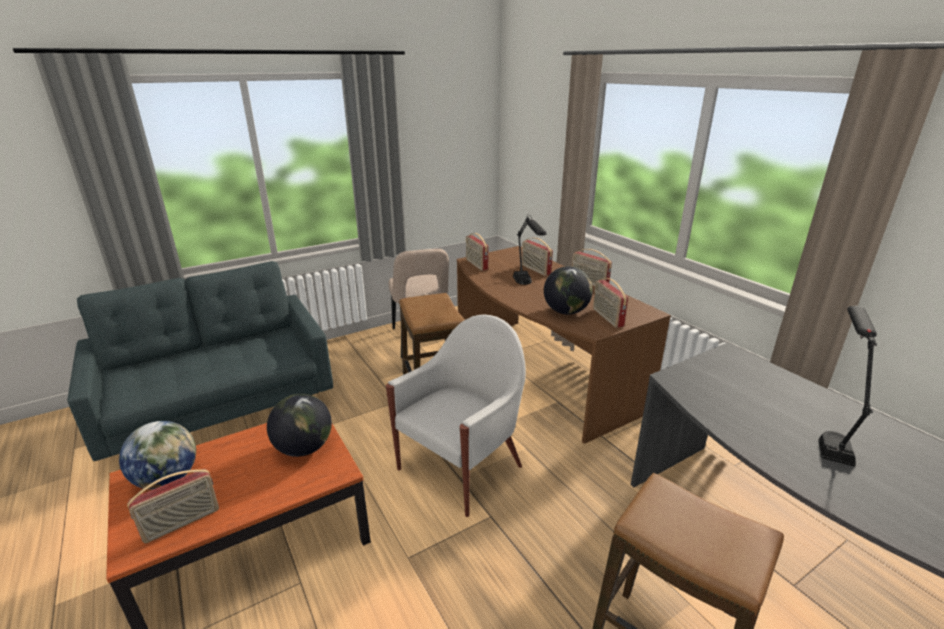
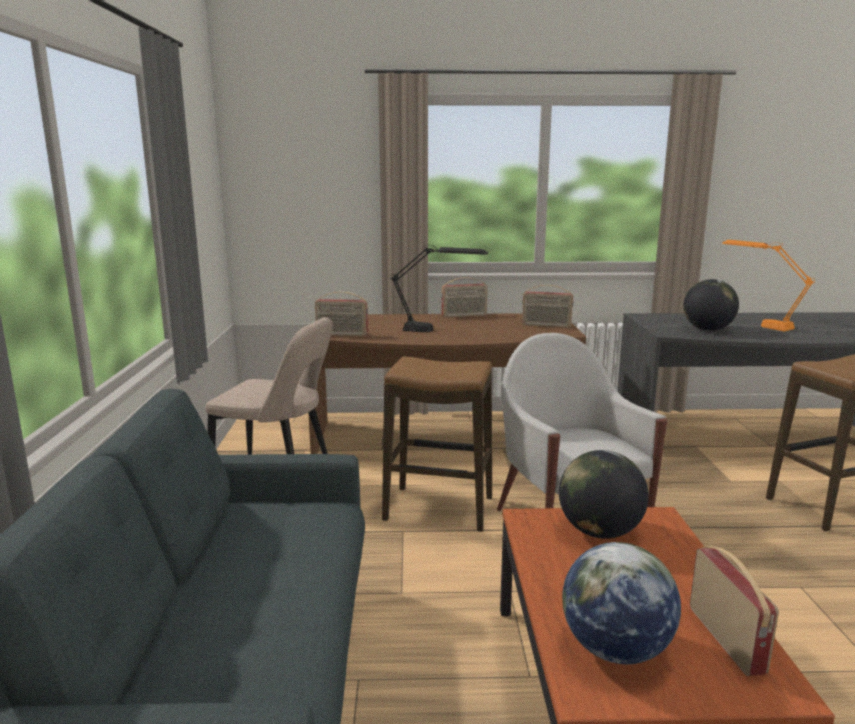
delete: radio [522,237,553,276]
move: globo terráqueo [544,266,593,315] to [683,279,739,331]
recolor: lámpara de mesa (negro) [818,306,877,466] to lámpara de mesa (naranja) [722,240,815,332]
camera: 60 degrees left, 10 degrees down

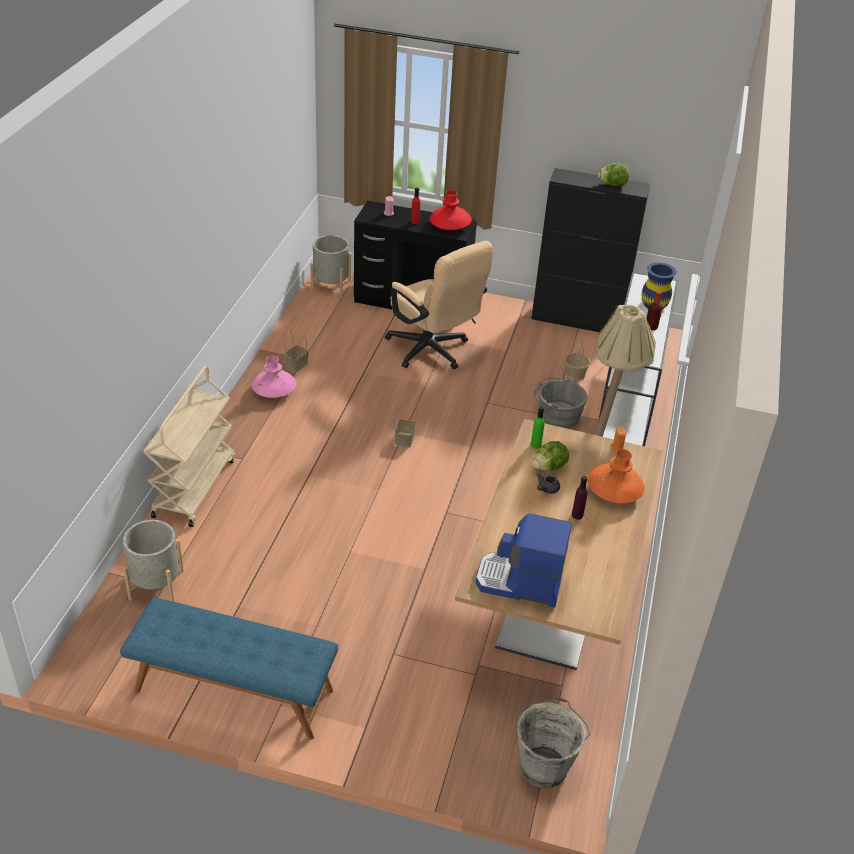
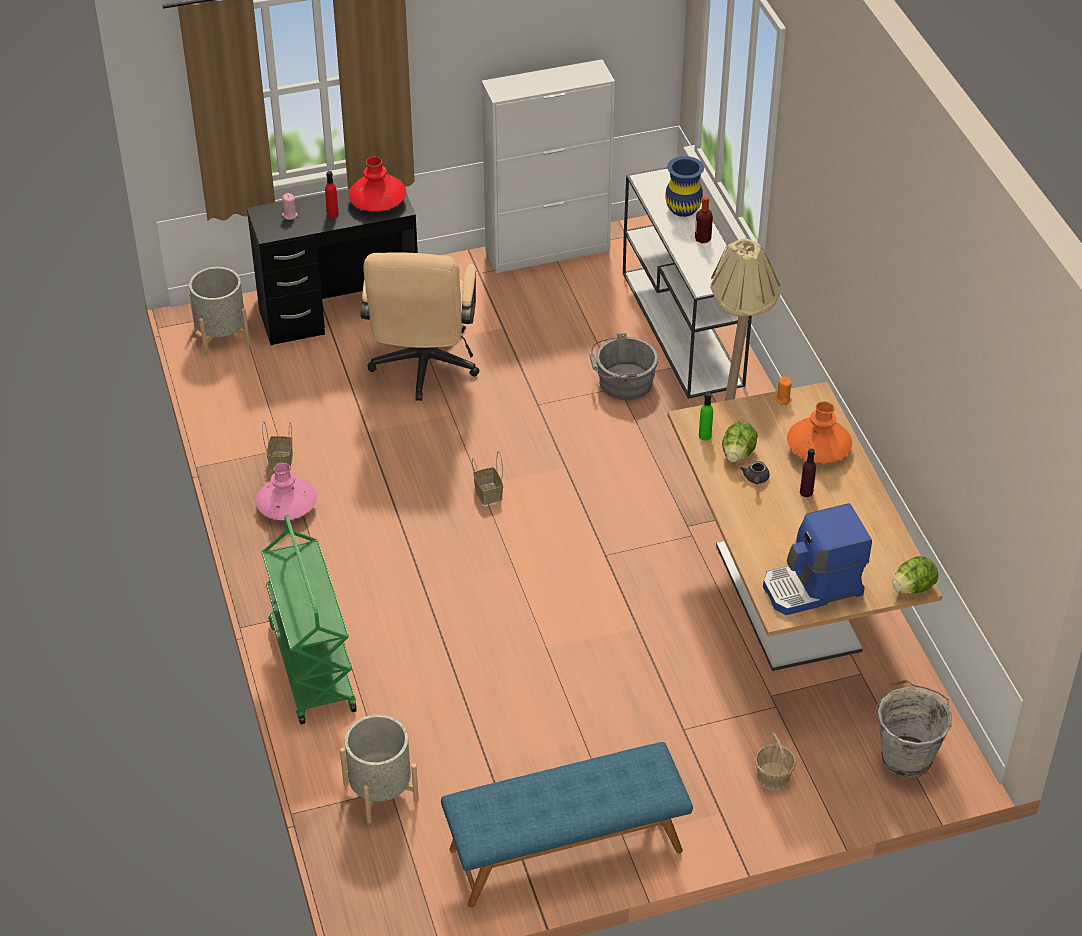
move: cesta [565,341,590,380] to [755,732,796,790]; lechuga [598,163,629,186] to [892,556,938,594]
recolor: carrito (beis) [143,366,235,527] to carrito (verde) [262,515,357,724]; armario (negro) [531,168,650,333] to armario (blanco) [482,59,615,273]
rotate: silla de oficina (beis) [385,241,493,369] = [360,252,479,401] 75 degrees clockwise
camera: 30 degrees left, 5 degrees up

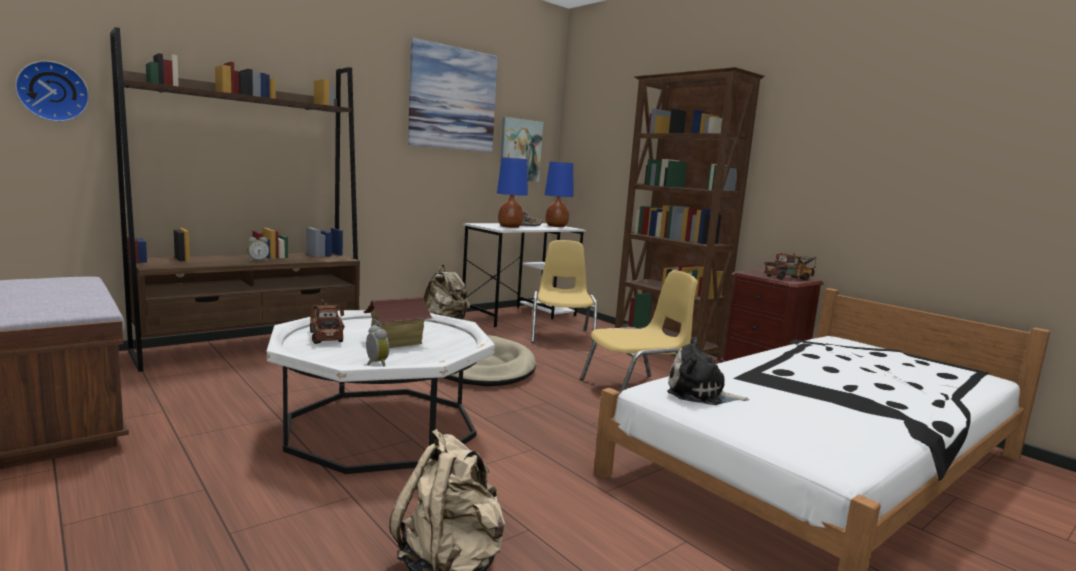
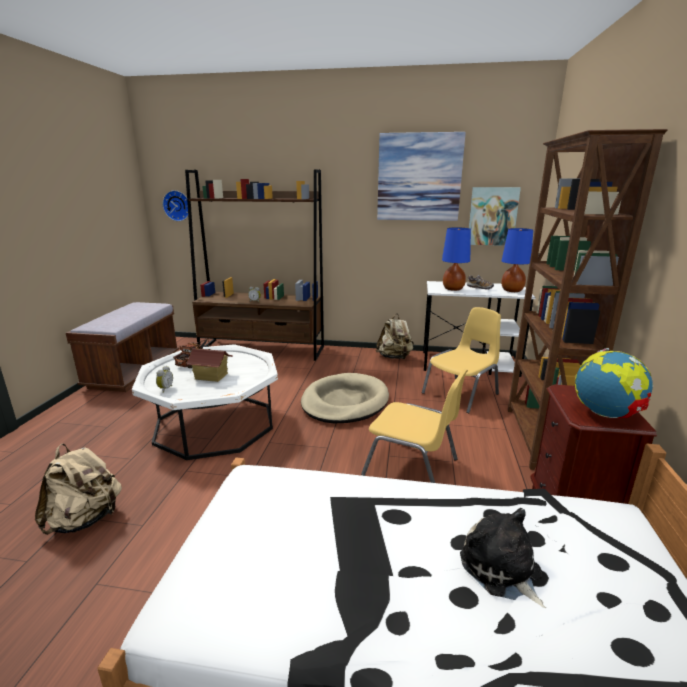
move: peluche [667,337,749,405] to [460,508,546,608]
replace: camión de juguete [764,253,816,281] to globo terráqueo [575,348,653,418]
camera: 50 degrees right, 10 degrees up

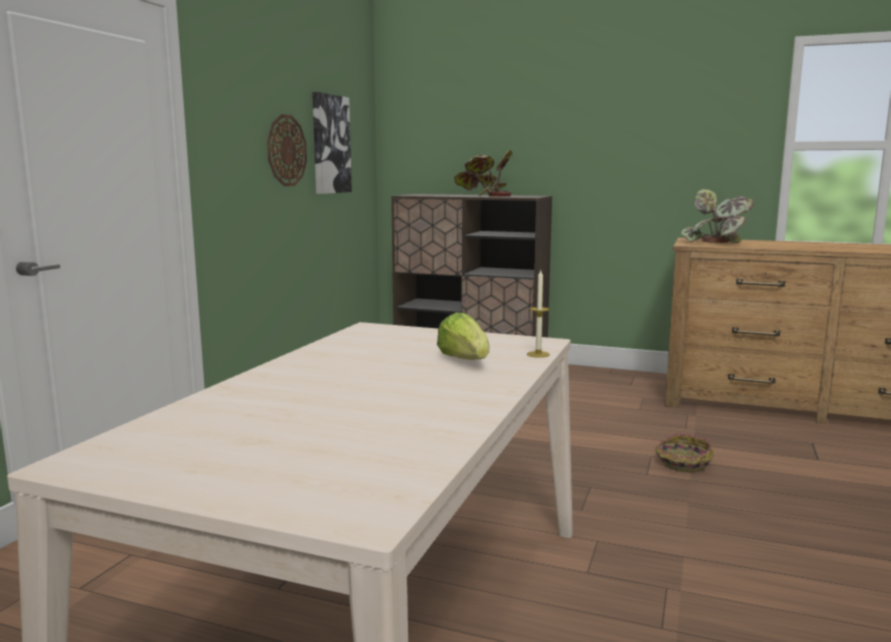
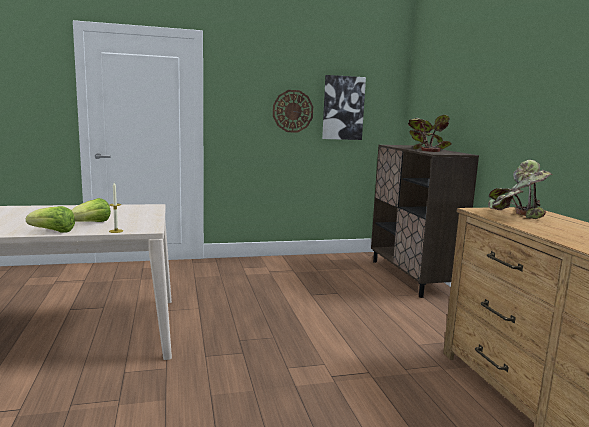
delete: cesta [655,433,714,473]
insert: lechuga [26,206,75,233]
camera: 55 degrees right, 0 degrees up

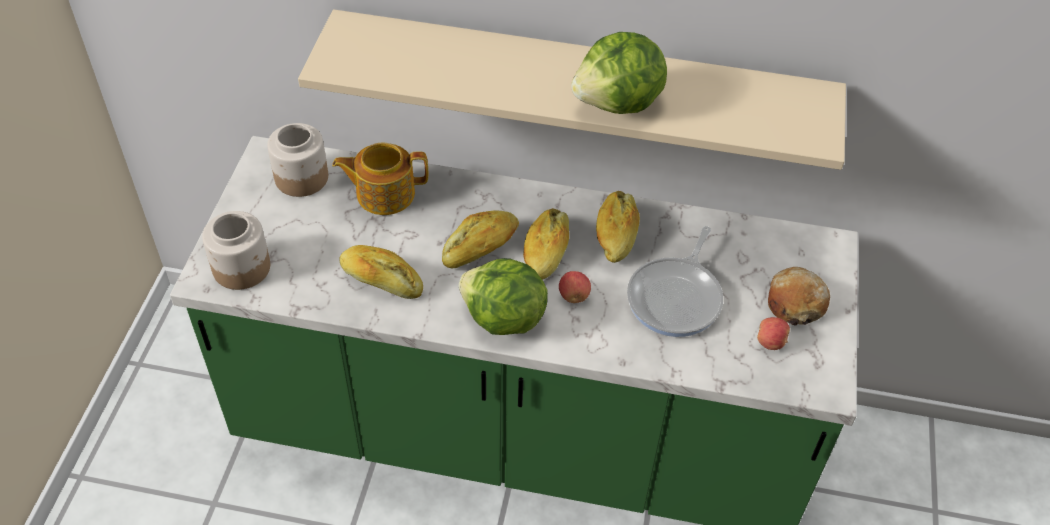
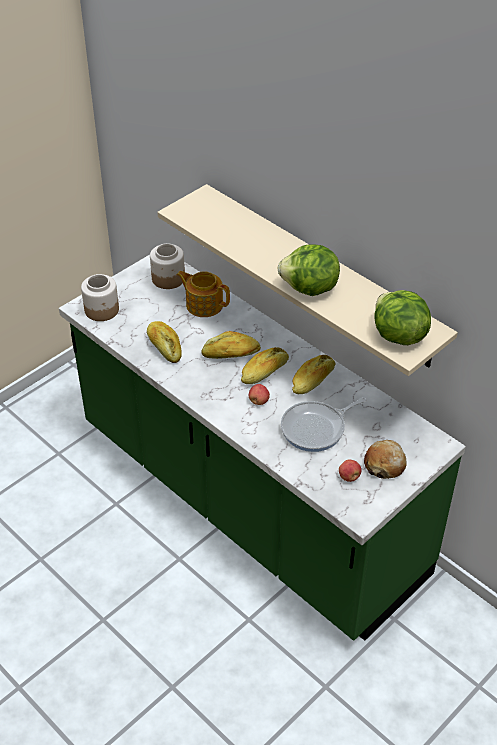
move: lechuga [459,258,548,335] to [374,290,431,345]
camera: 35 degrees right, 5 degrees down

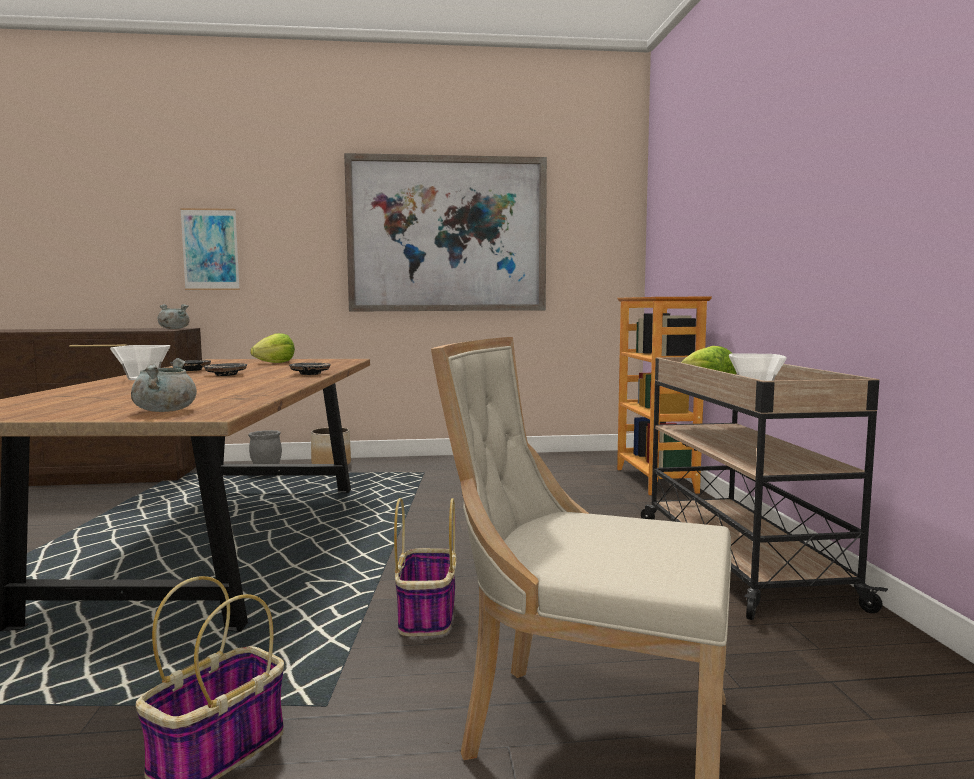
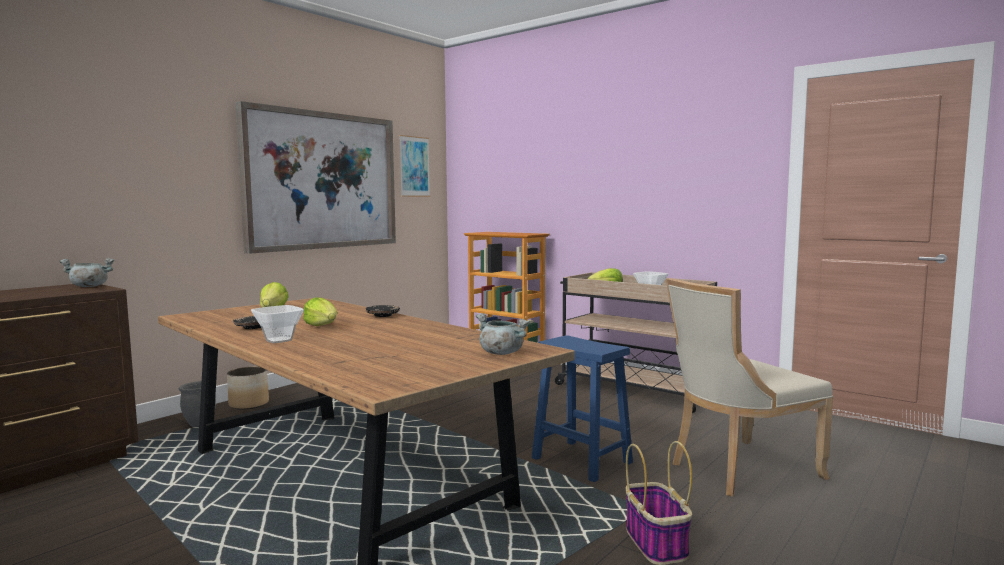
move: cuadro [180,208,240,290] to [399,135,430,197]
replace: plato (negro) [204,363,247,376] to lechuga [303,297,337,326]; cesta [394,498,457,636] to taburete (azul) [532,335,633,482]
camera: 45 degrees left, 0 degrees up

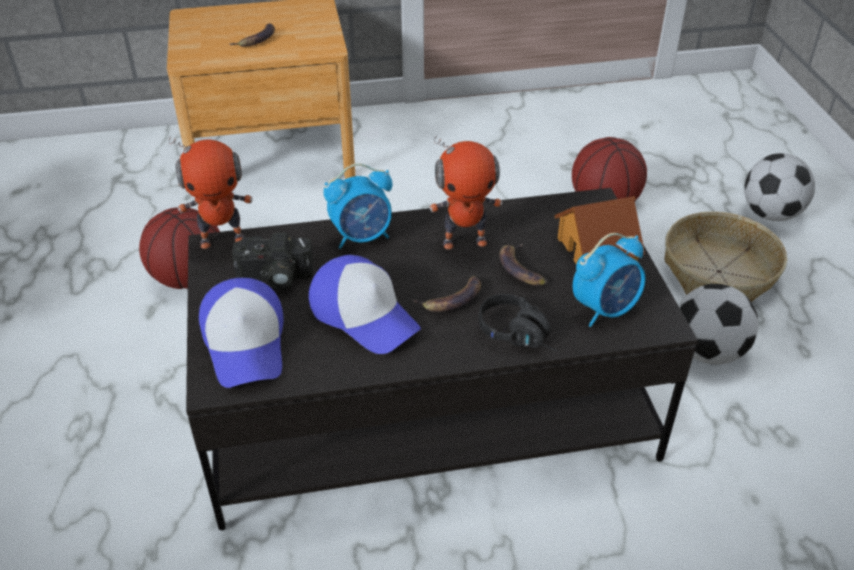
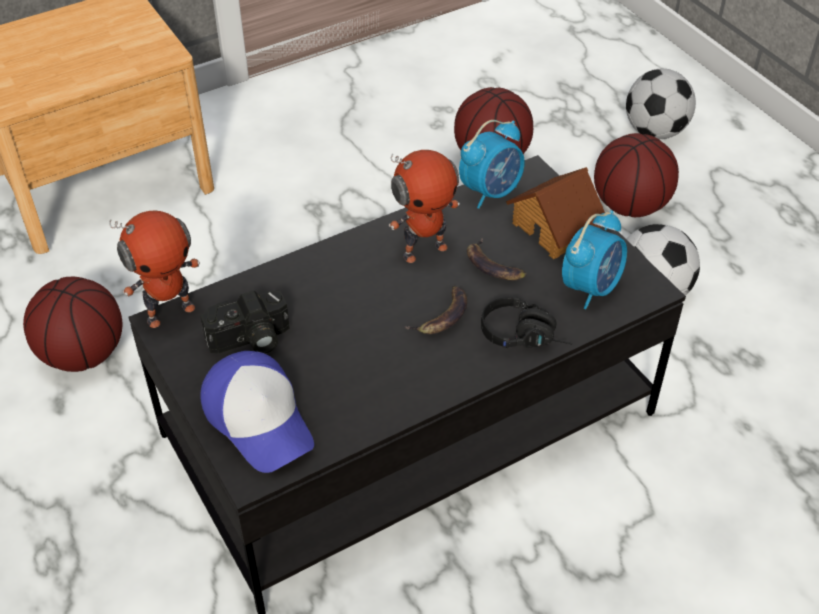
delete: plátano [230,23,275,47]; gorra [309,255,421,354]
move: despertador [324,163,392,249] to [459,120,525,209]
replace: cesta [664,212,787,302] to balón de baloncesto [594,133,679,217]
camera: 20 degrees left, 5 degrees up

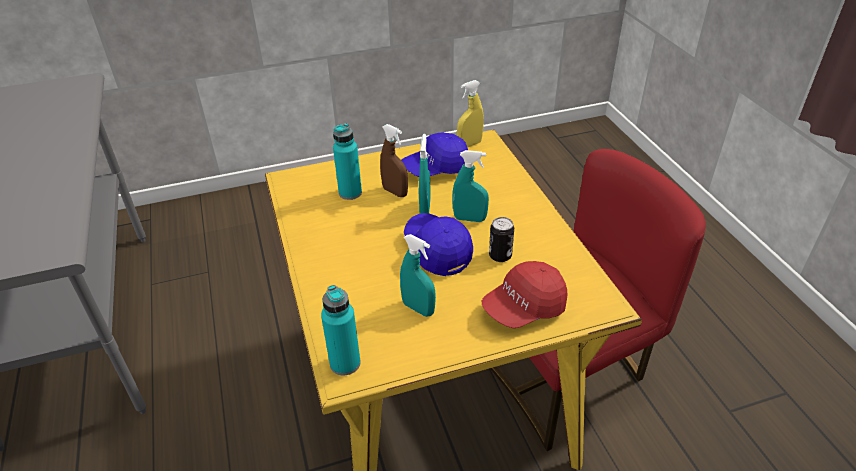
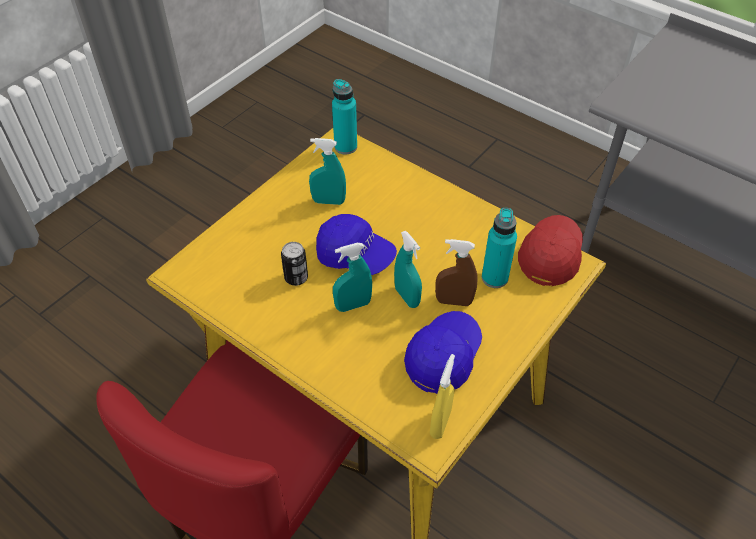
move: gorra (rojo) [482,261,567,328] to [518,215,583,286]
camera: 145 degrees right, 10 degrees up

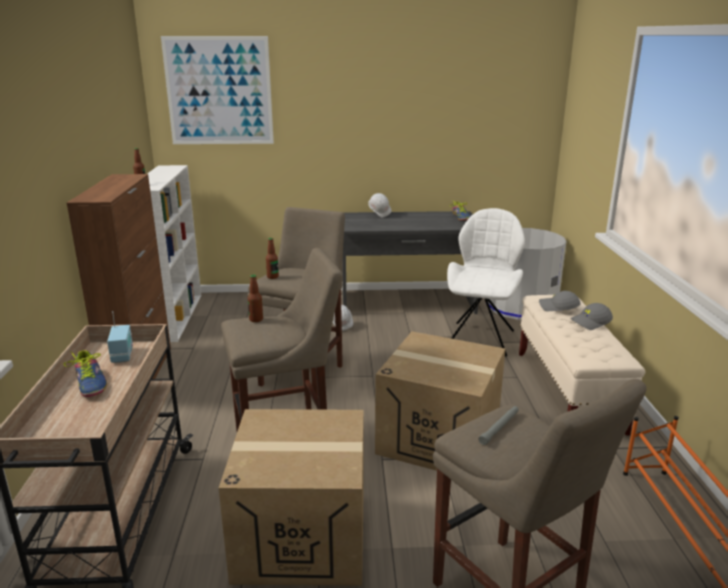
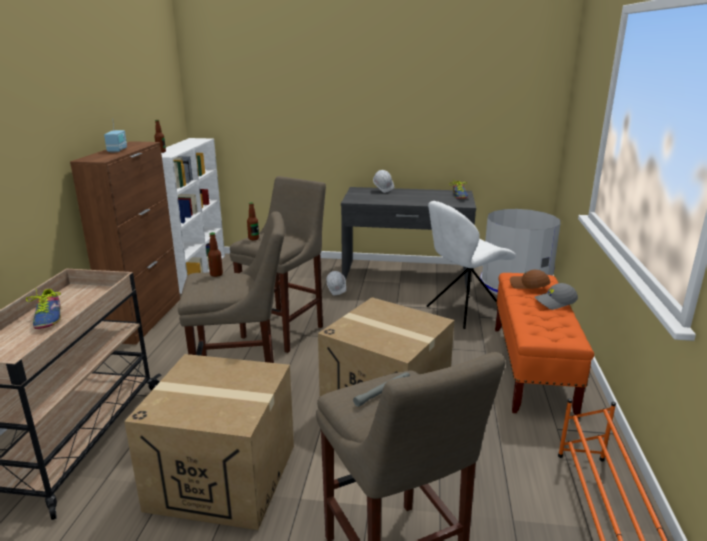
delete: cuadro [161,36,274,144]
move: radio [107,311,133,363] to [104,119,127,152]
recolor: banco (beis) [519,295,645,436] to banco (naranja) [495,273,594,418]; gorra (gris) [539,291,581,311] to gorra (marrón) [510,270,551,289]
rotate: silla (blanco) [447,208,525,357] = [427,201,516,329] 150 degrees counterclockwise
camera: 10 degrees right, 0 degrees up

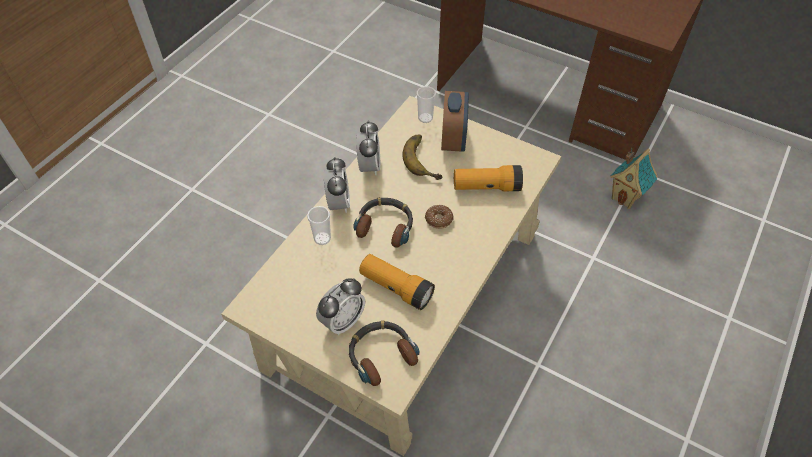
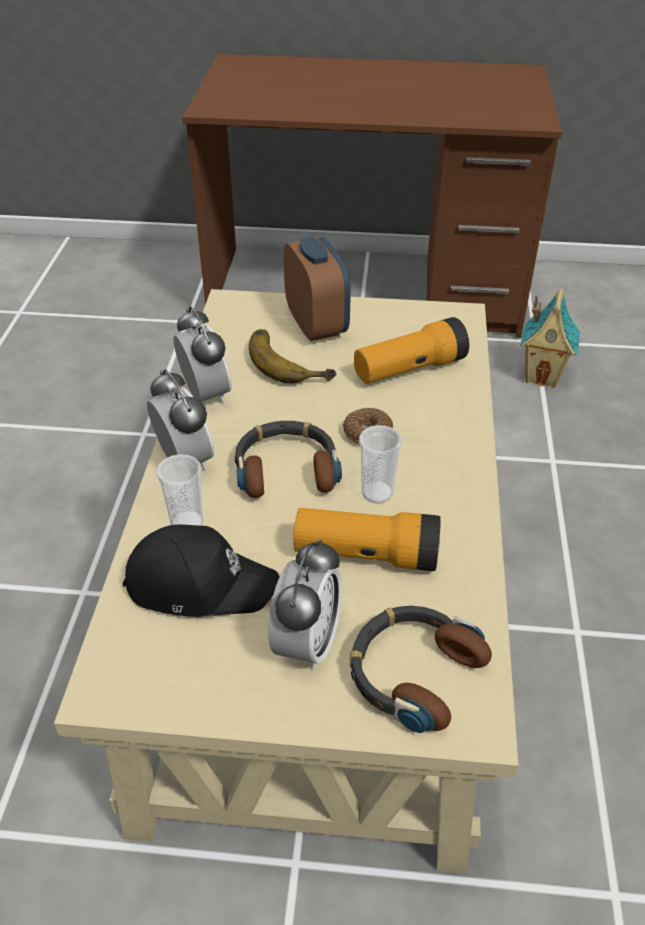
insert: gorra (negro) [123,525,280,617]
move: taza [417,86,436,123] to [359,425,402,503]
camera: 25 degrees left, 10 degrees down

